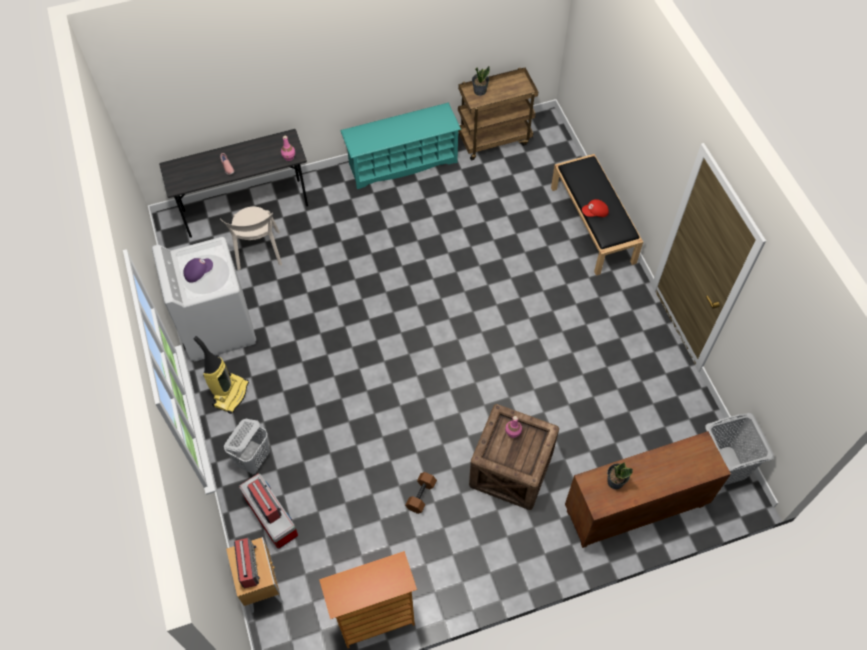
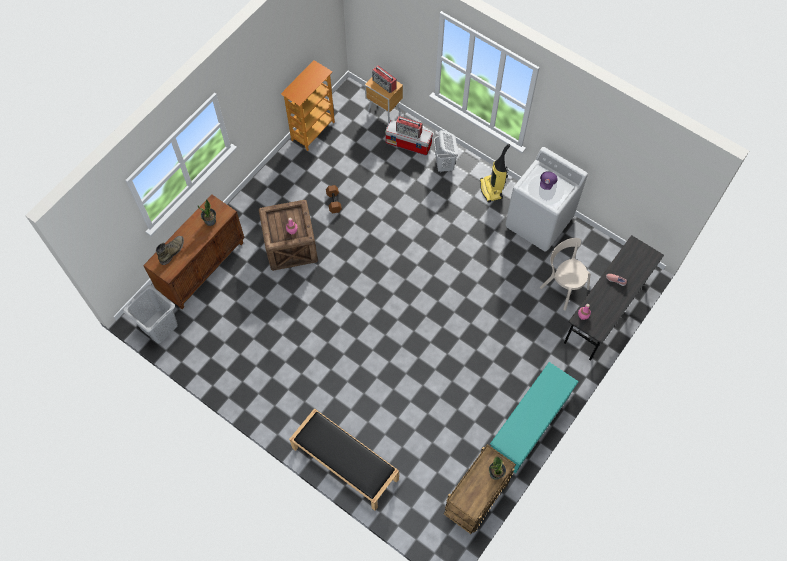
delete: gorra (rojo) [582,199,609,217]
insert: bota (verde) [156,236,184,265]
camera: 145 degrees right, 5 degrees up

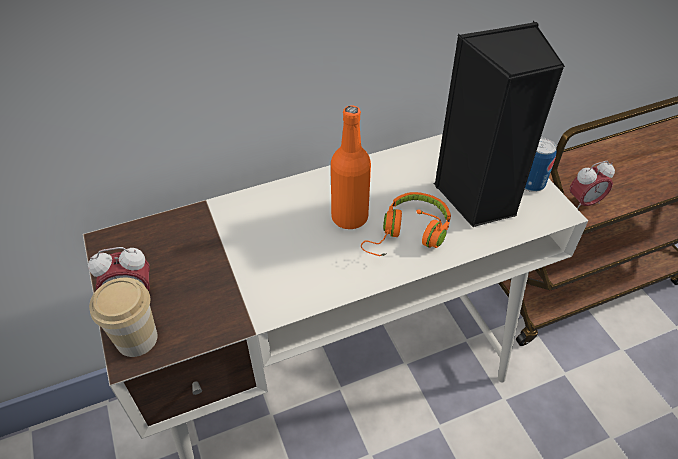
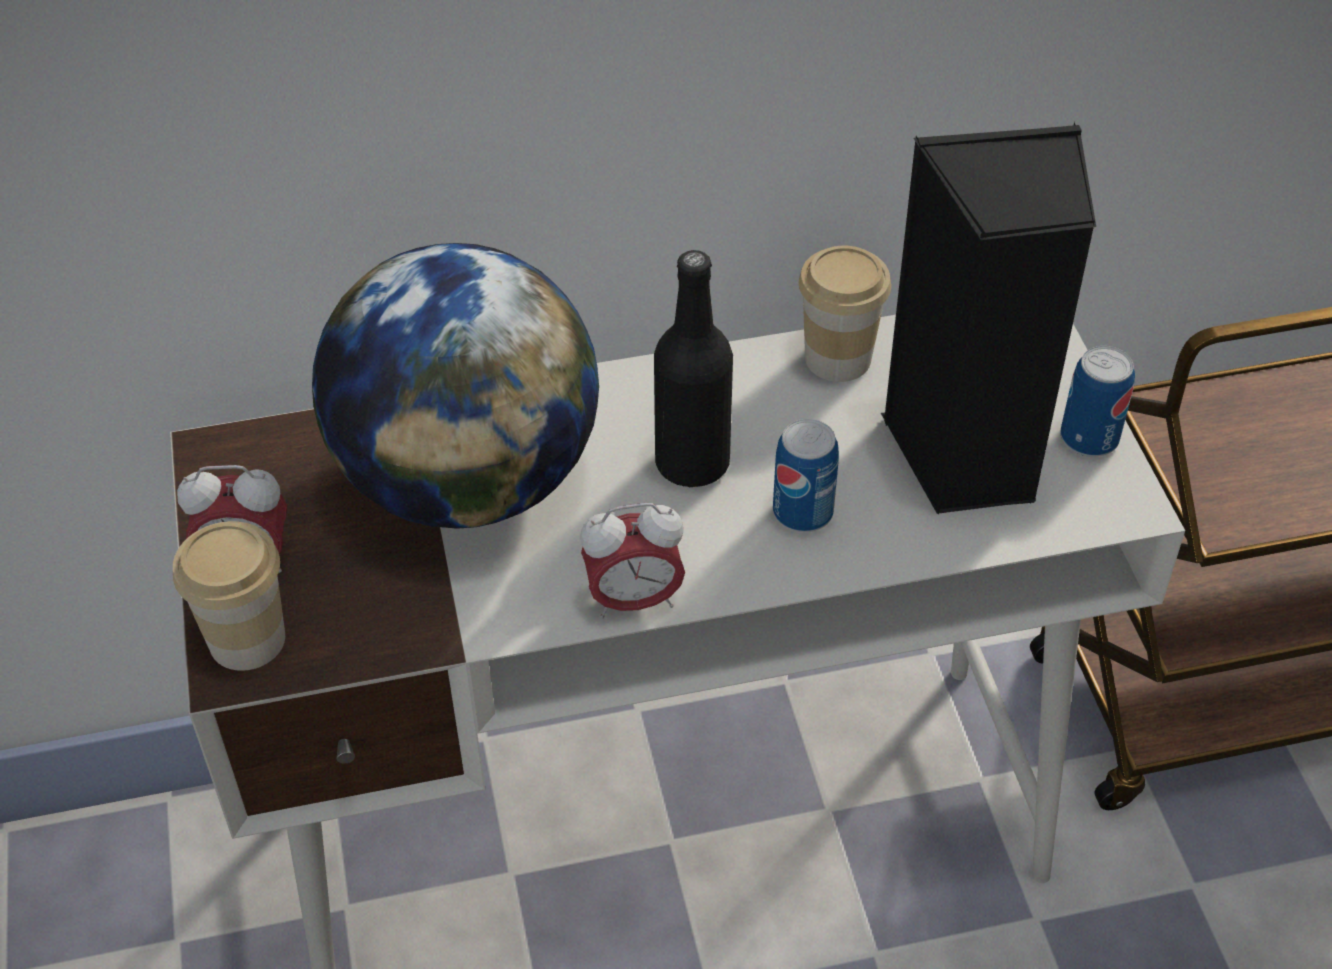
insert: globo terráqueo [312,243,599,529]; taza [799,246,891,382]
move: despertador [570,161,615,209] to [580,503,685,618]
replace: auriculares (naranja) [361,192,451,256] to lata [773,419,839,532]
recolor: botella (naranja) [331,106,371,229] to botella (negro) [654,250,733,487]
camera: 10 degrees right, 0 degrees up

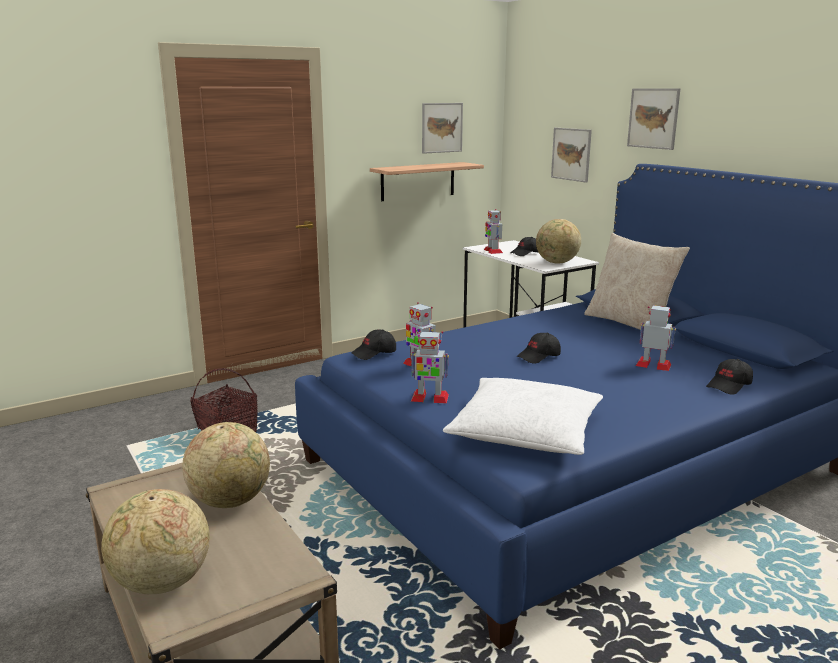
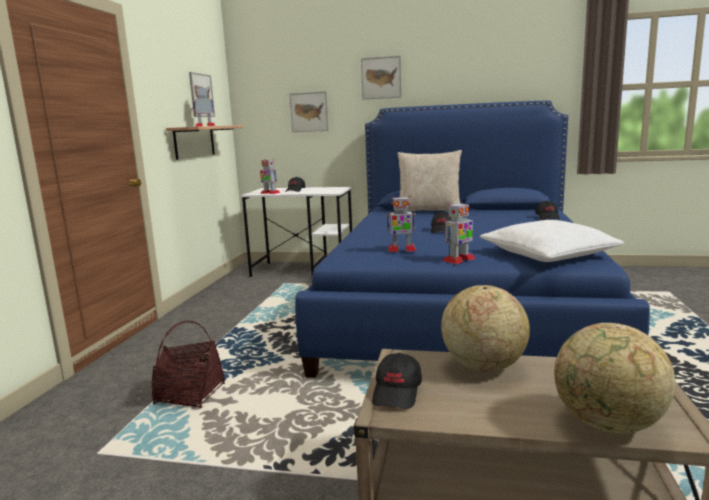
delete: globo terráqueo [536,219,581,264]
move: gorra (negro) [351,329,396,360] to [372,353,422,409]; robot de juguete [636,305,676,371] to [192,87,215,127]
camera: 45 degrees left, 5 degrees down

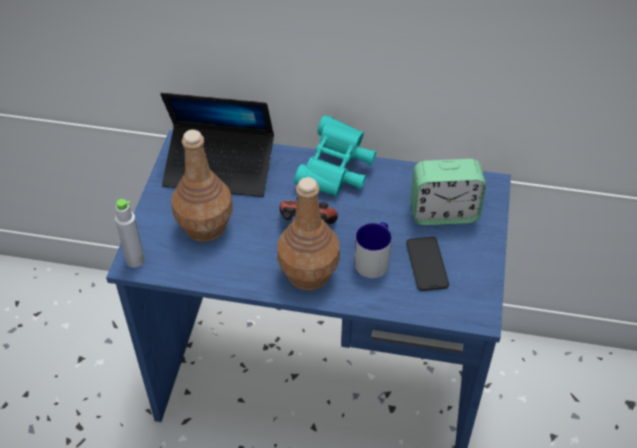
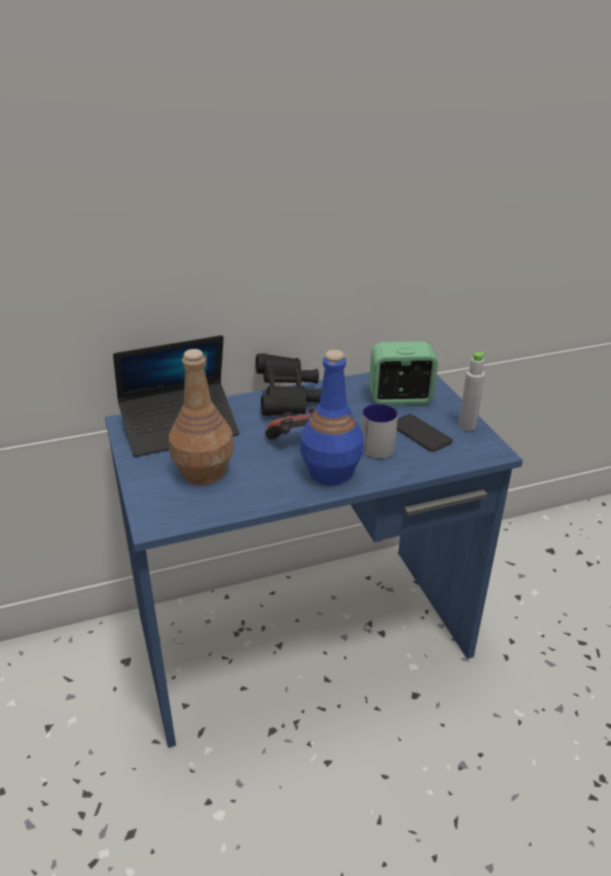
move: botella (gris) [115,199,145,268] to [459,352,485,431]
recolor: botella (marrón) [277,177,340,290] to botella (azul) [300,350,364,486]; prismáticos (turquesa) [294,115,376,197] to prismáticos (negro) [256,353,322,416]
rotate: despertador [411,159,486,225] = [369,342,438,405] 150 degrees counterclockwise
camera: 30 degrees left, 15 degrees down

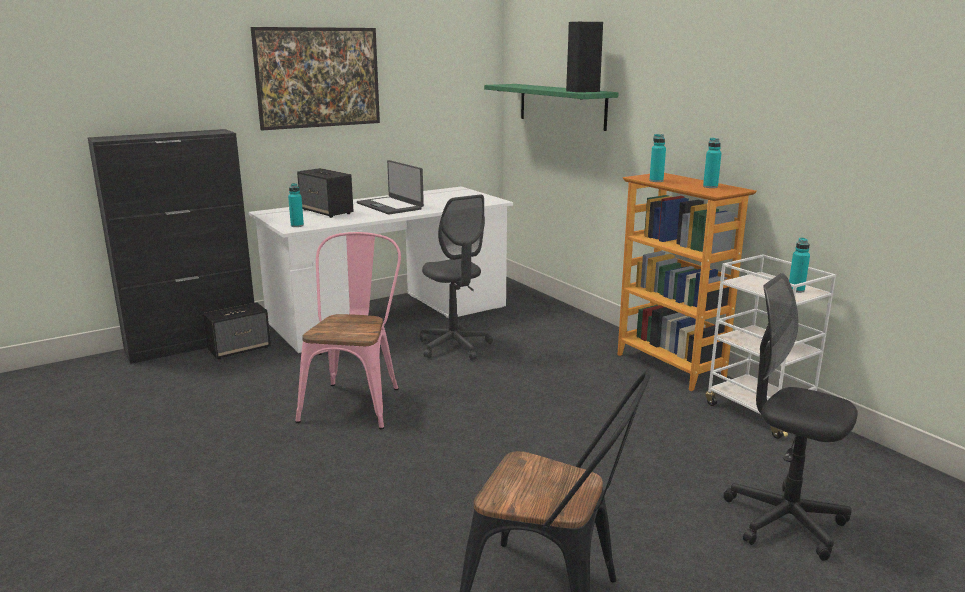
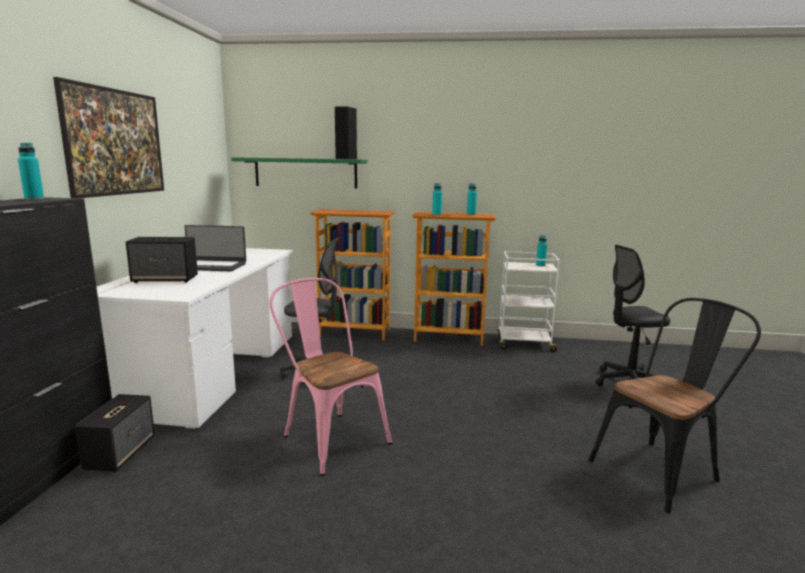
insert: estantería [310,209,396,341]
move: botella (turquesa) [288,183,304,227] to [18,143,44,200]
camera: 50 degrees left, 5 degrees down

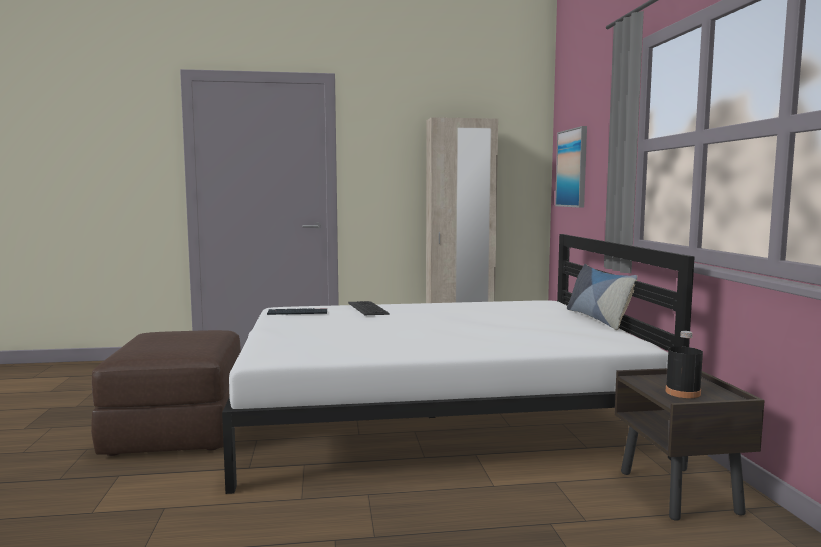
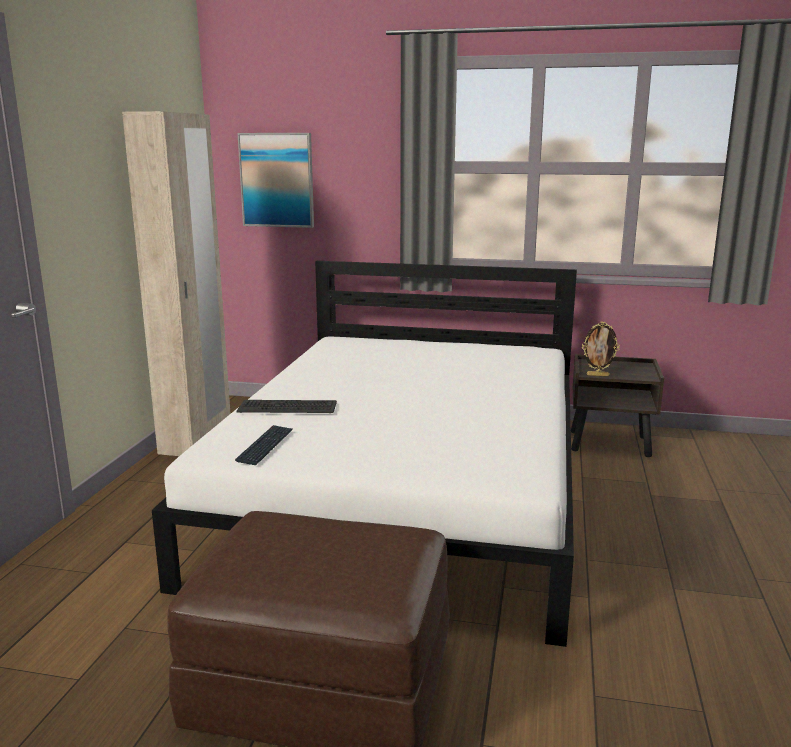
delete: cojín [567,264,638,330]; botella (negro) [666,331,703,398]
insert: portarretratos [582,322,620,376]
camera: 70 degrees left, 10 degrees up

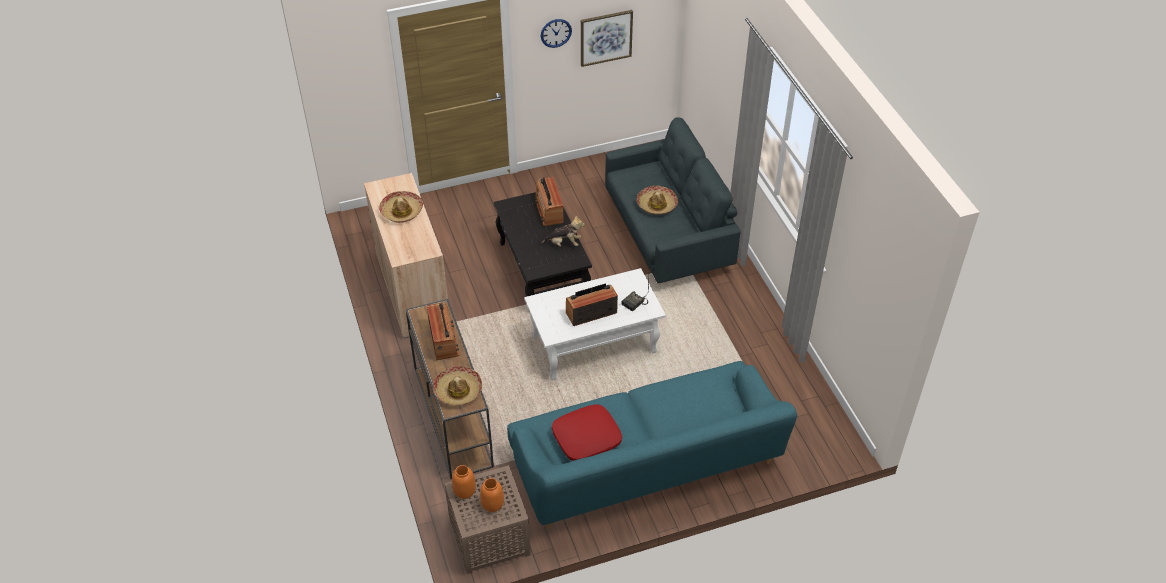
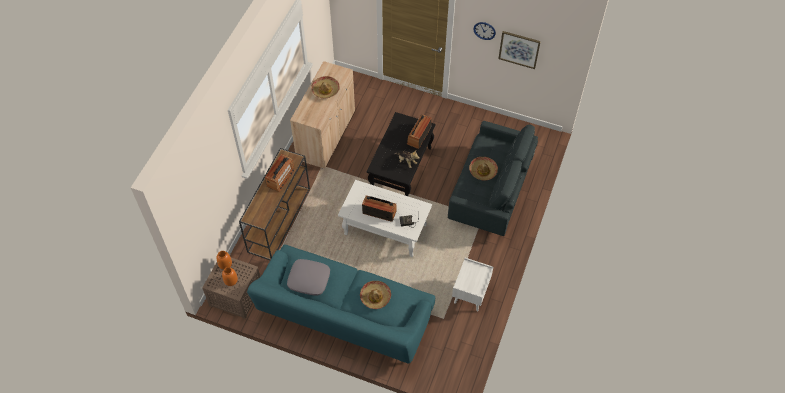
insert: mesita de noche (blanco) [452,258,493,311]
move: sombrero [433,366,482,405] to [360,281,391,309]
recolor: cojín (rojo) [552,404,622,461] to cojín (gris) [287,259,330,296]
camera: 40 degrees right, 10 degrees up

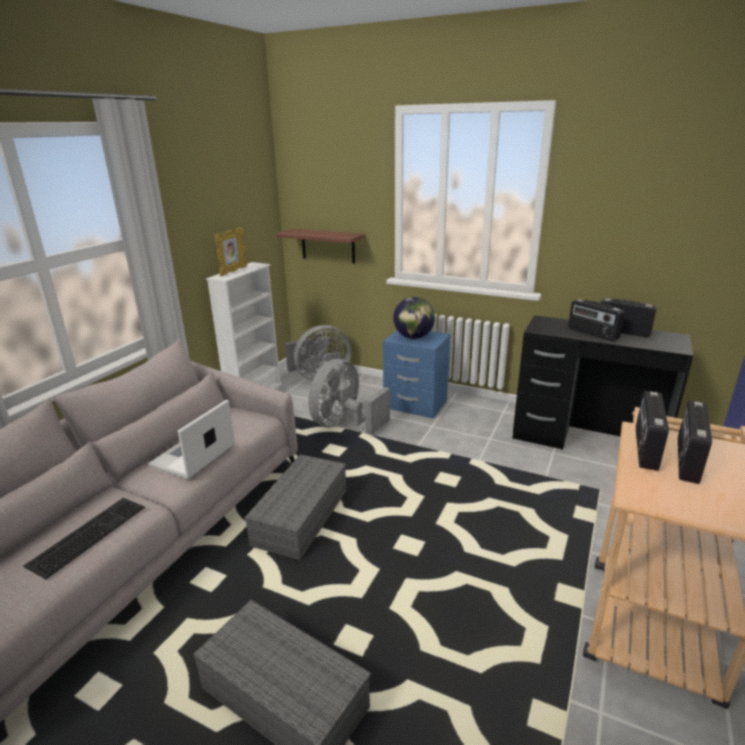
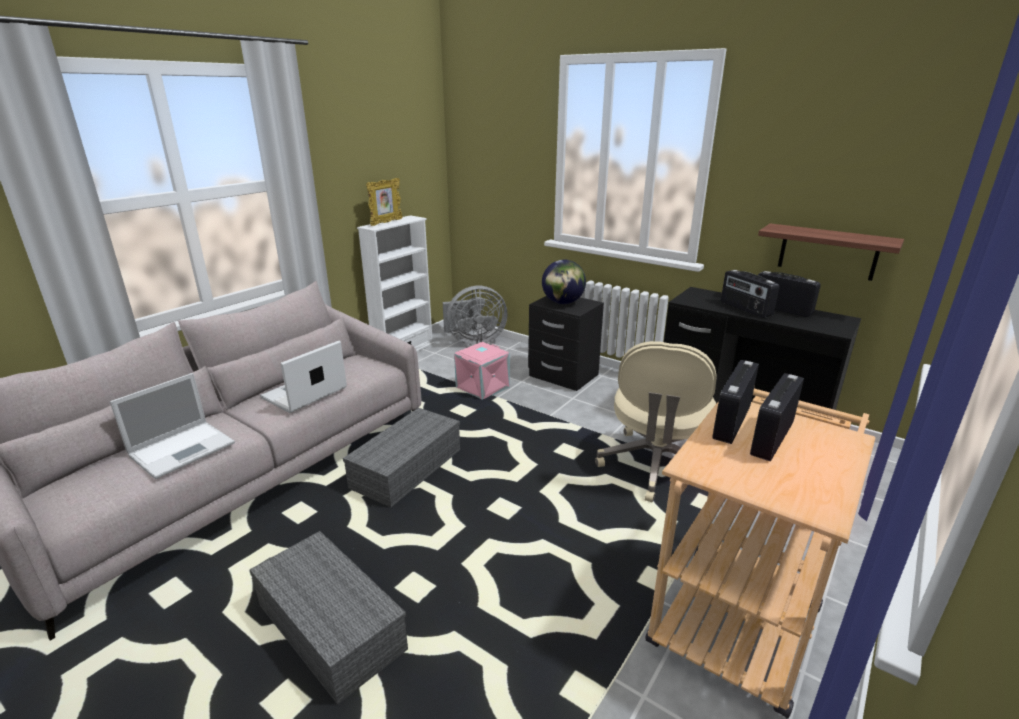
insert: silla de oficina (beis) [595,341,716,502]
move: estante [276,229,364,264] to [758,223,904,281]
replace: teclado [23,498,145,579] to portátil [110,373,235,479]; ventilador (gris) [308,359,390,435] to caja de almacenaje (rosa) [454,342,509,400]
recolor: mesita de noche (azul) [383,330,450,419] to mesita de noche (negro) [528,296,604,391]
camera: 10 degrees right, 0 degrees up

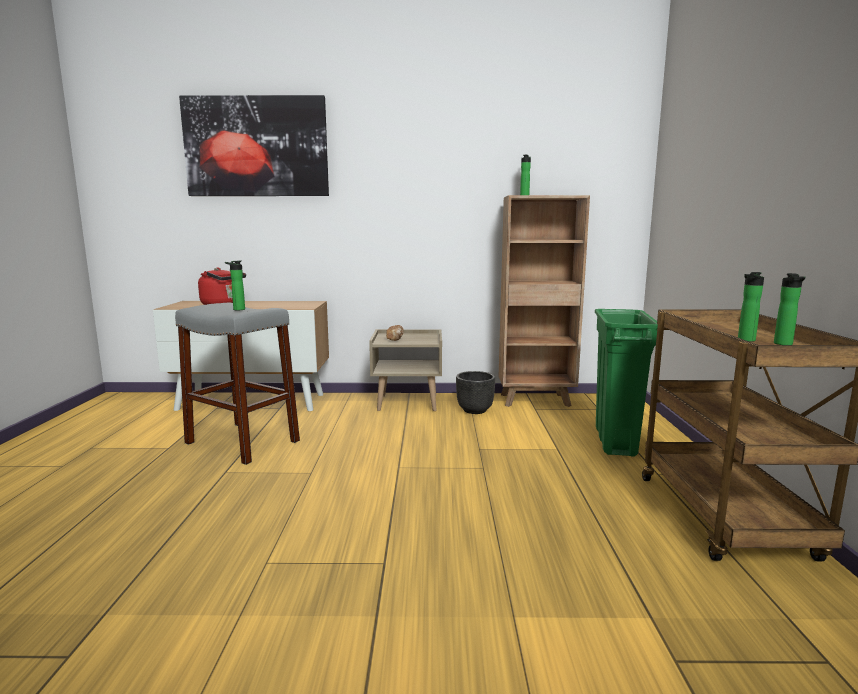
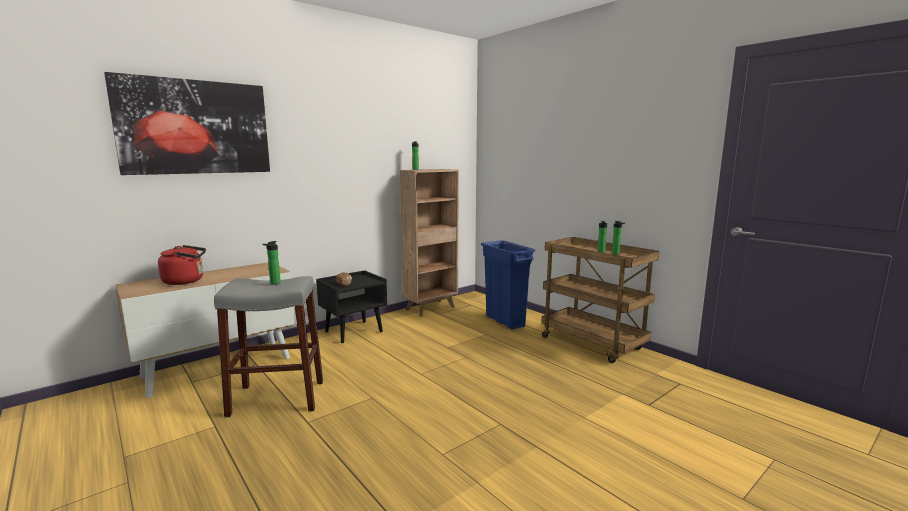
delete: maceta (negro) [456,371,495,414]
recolor: mesita de noche (beis) [369,329,442,411] to mesita de noche (negro) [316,270,387,343]; papelera (verde) [595,309,658,457] to papelera (azul) [481,240,535,330]
camera: 40 degrees left, 0 degrees up

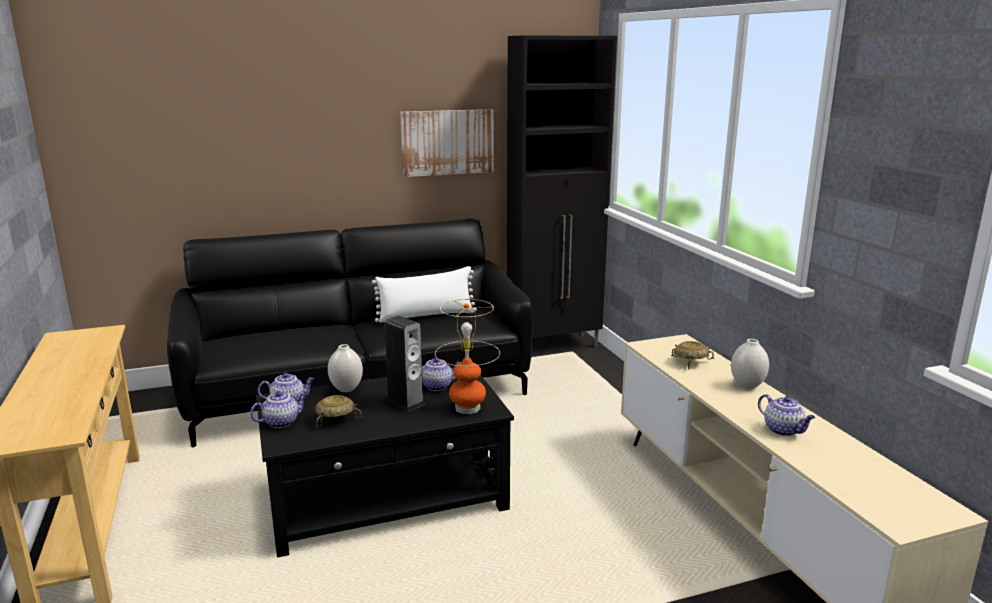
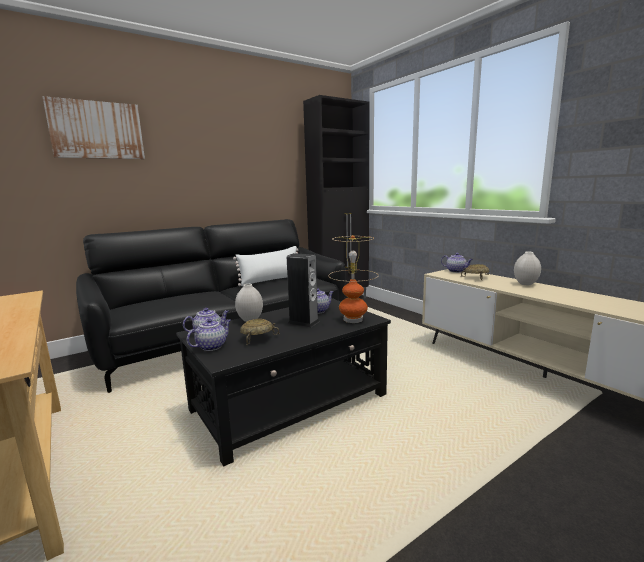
move: cuadro [400,109,494,177] to [42,96,145,159]; tetera [758,394,815,436] to [441,253,473,273]
camera: 15 degrees left, 5 degrees down

